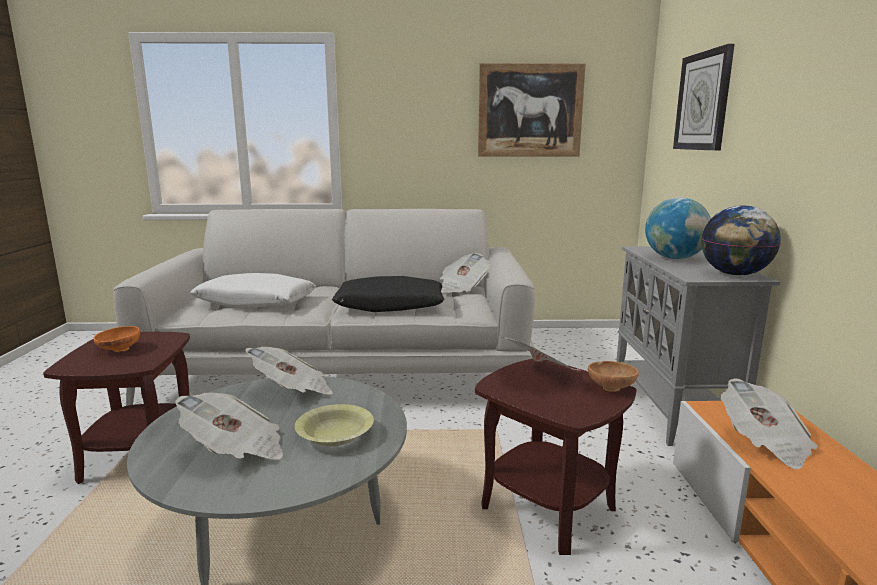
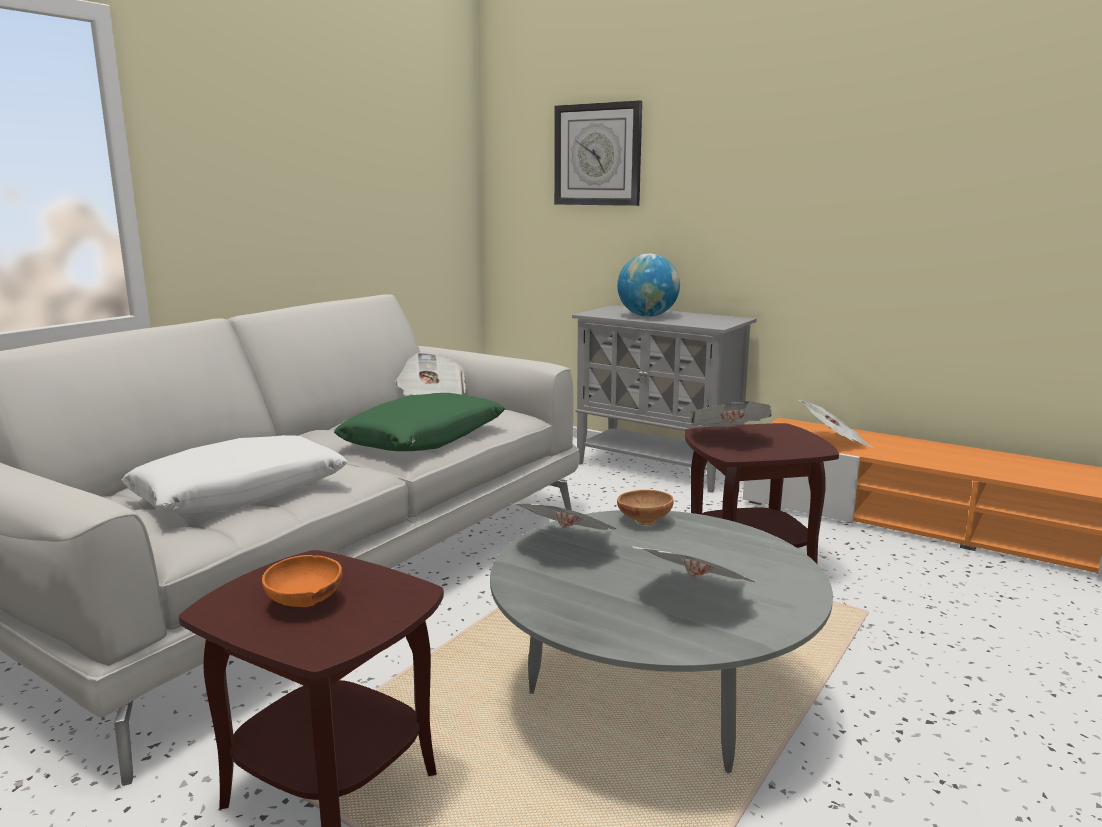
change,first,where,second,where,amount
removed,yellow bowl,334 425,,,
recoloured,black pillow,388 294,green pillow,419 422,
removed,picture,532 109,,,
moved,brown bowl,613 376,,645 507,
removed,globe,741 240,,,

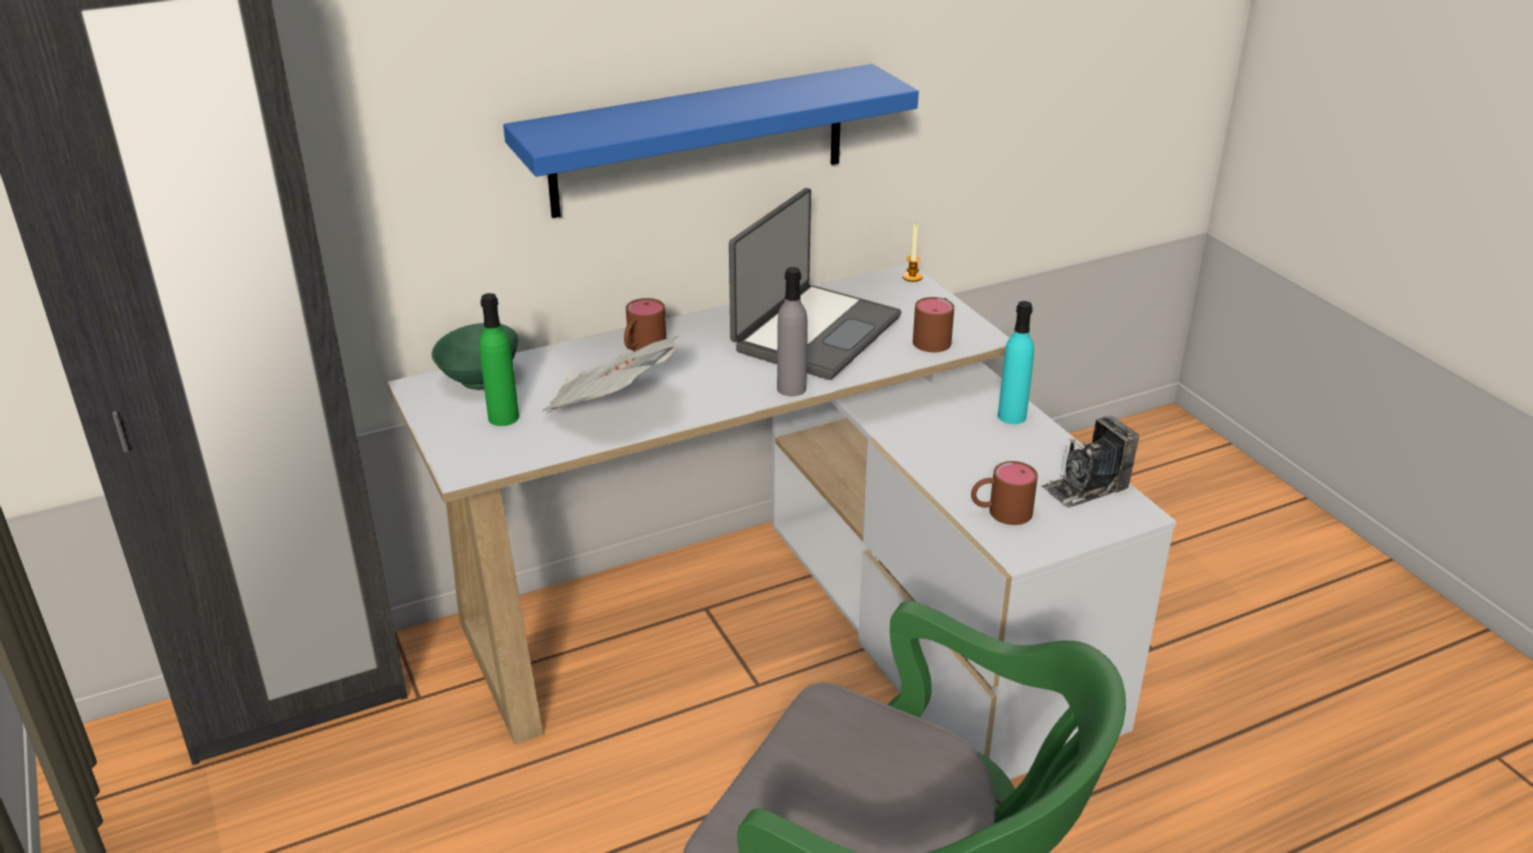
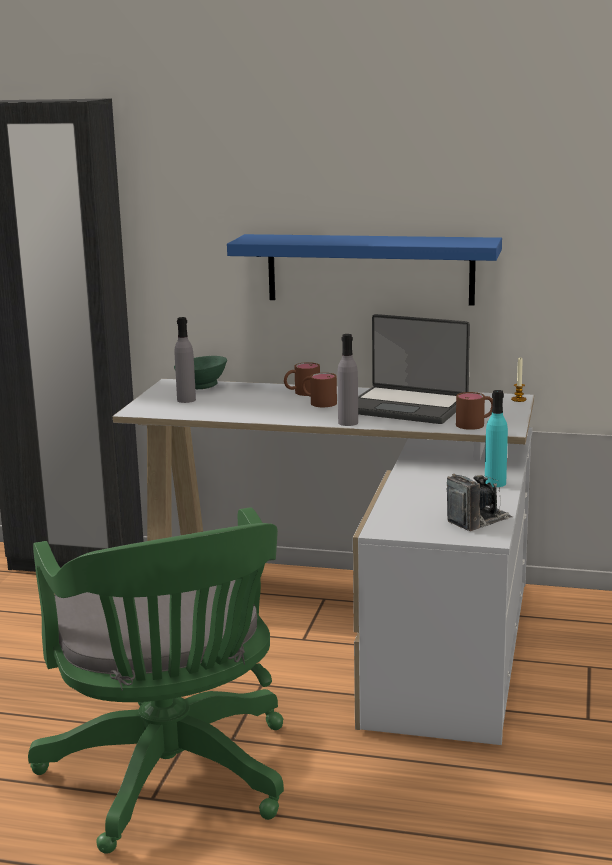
change,first,where,second,where,amount
recoloured,green bottle,499 359,grey bottle,185 360,
removed,newspaper,610 374,,,
turned,laptop,815 284,,414 369,45 degrees clockwise
moved,brown mug,1004 493,,319 390,
turned,photo camera,1090 461,,480 502,135 degrees clockwise

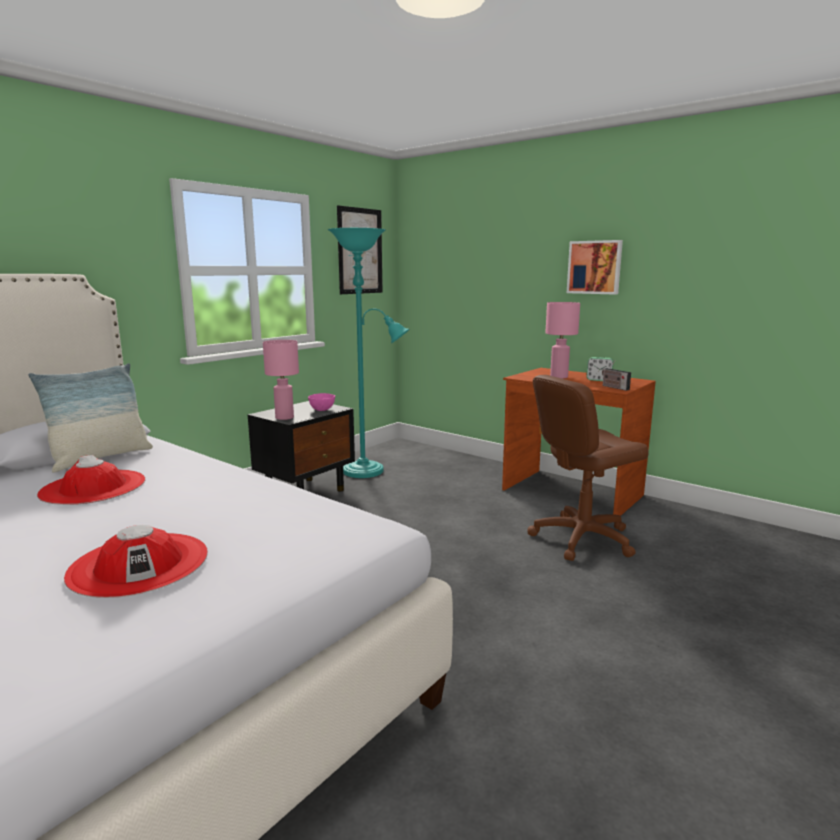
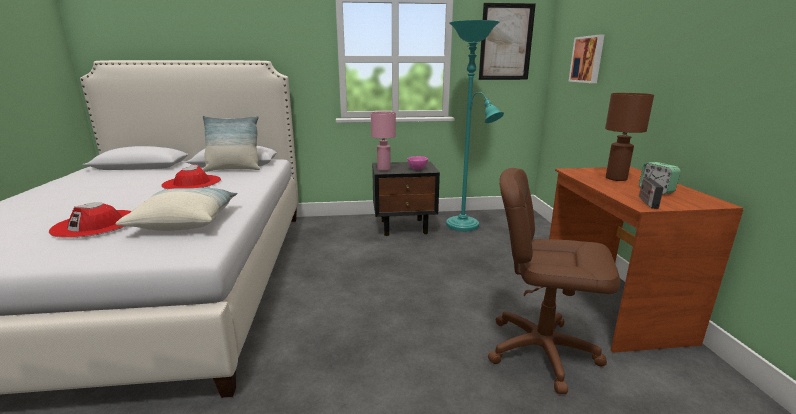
change,first,where,second,where,amount
recoloured,pink table lamp,562 340,brown table lamp,629 137,
moved,picture,595 267,,586 59,
added,,,pillow,176 209,

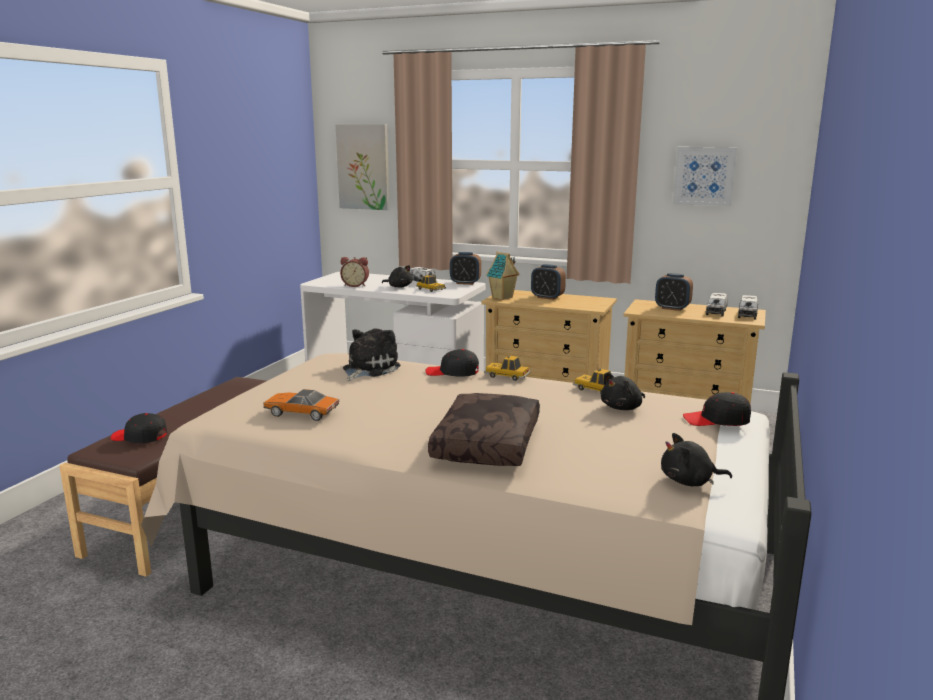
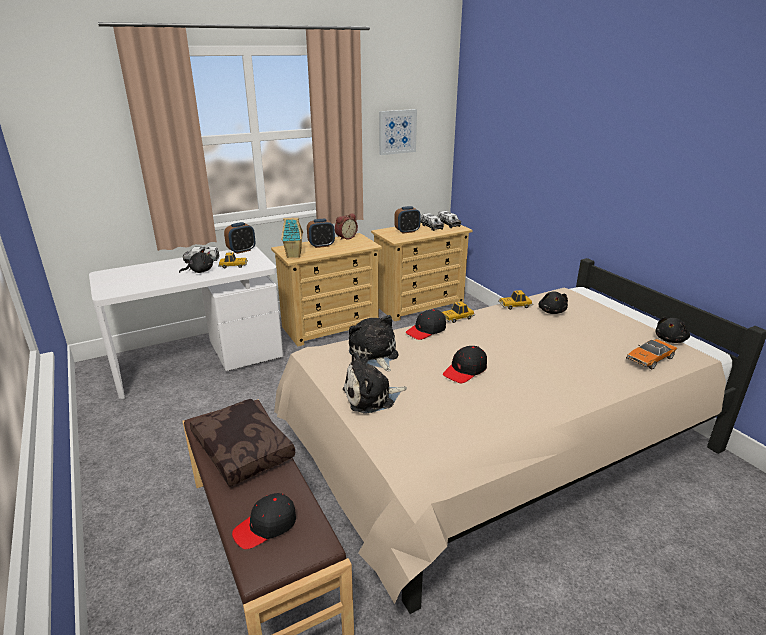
change,first,where,second,where,amount
moved,toy car,301 405,,651 354,
removed,picture,362 167,,,
moved,alarm clock,354 272,,346 226,
moved,brown pillow,484 429,,242 443,
moved,black cap,717 409,,465 364,
added,,,plush toy,375 383,

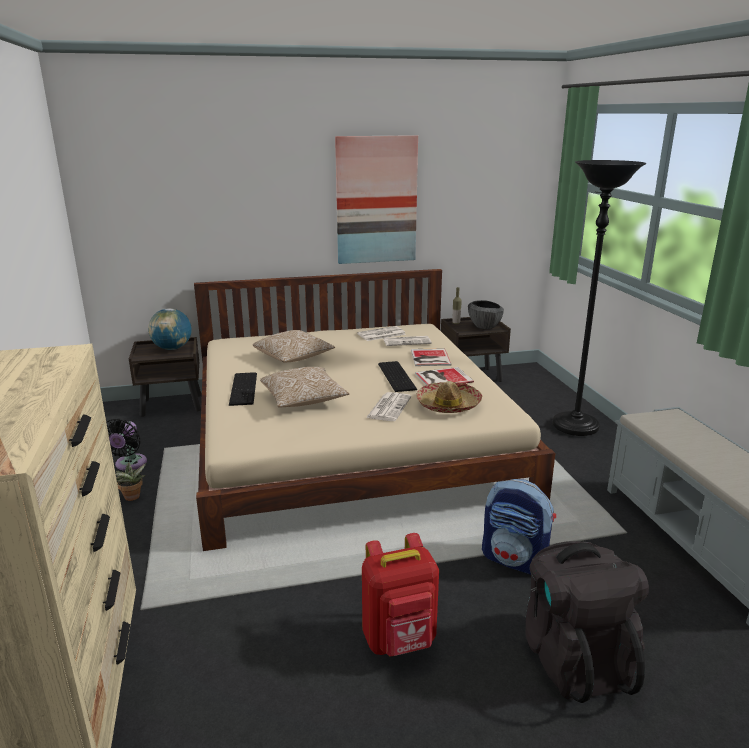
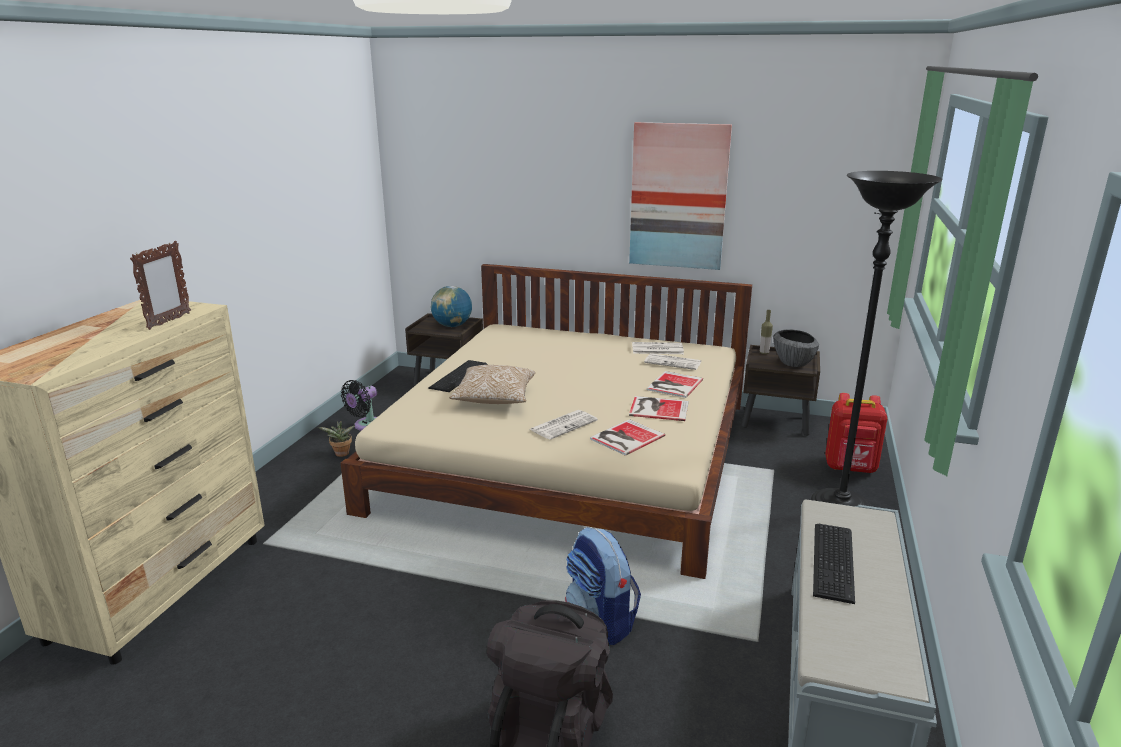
change,first,where,second,where,amount
removed,pillow,294 346,,,
moved,red backpack,400 595,,856 433,
moved,keyboard,398 376,,834 564,
replaced,hat,449 397,book,627 437,
added,,,picture frame,160 285,

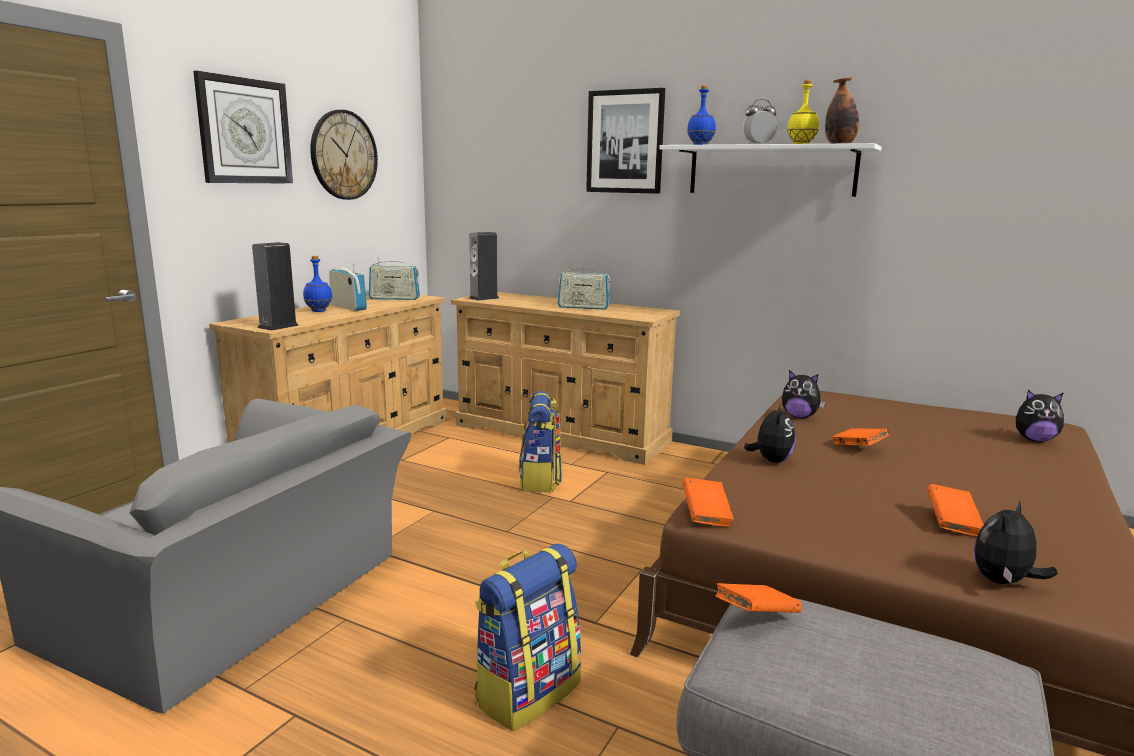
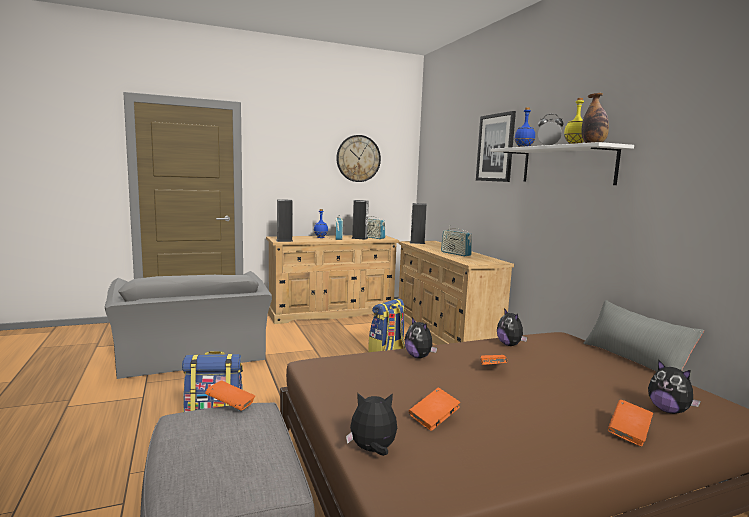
change,first,where,second,where,amount
removed,wall clock,243 127,,,
moved,orange book,708 502,,630 423,
turned,plush toy,770 433,,420 338,90 degrees clockwise
added,,,speaker,360 220,
added,,,grey pillow,643 336,

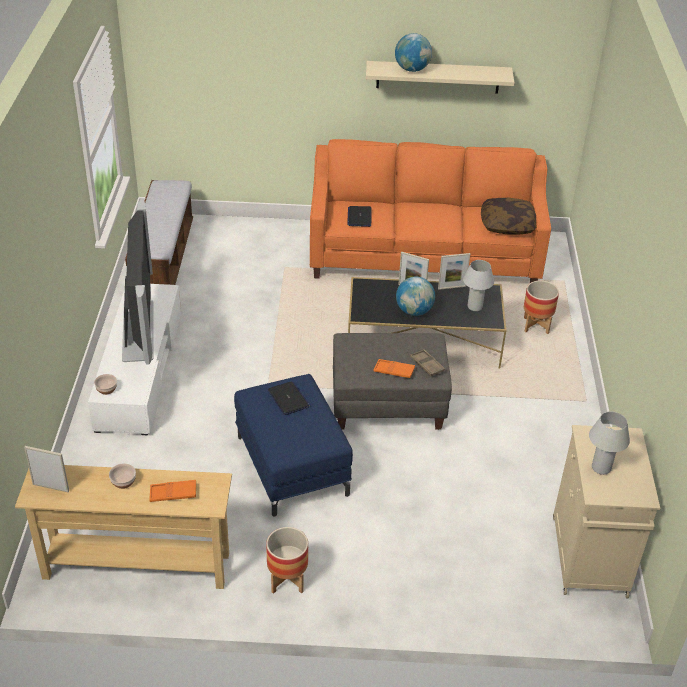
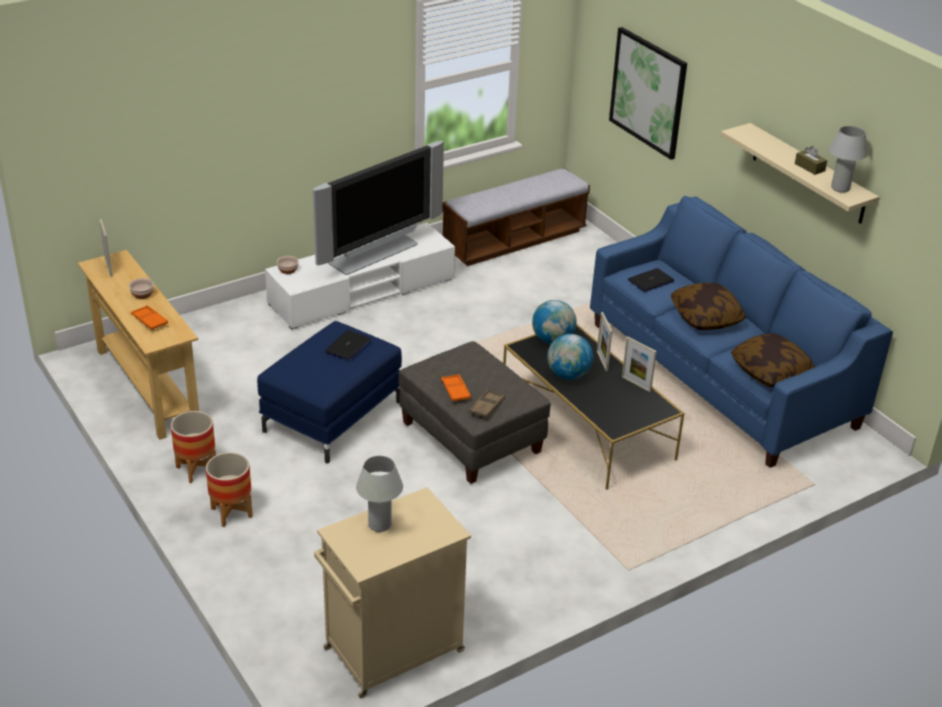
change,first,where,second,where,amount
recoloured,orange sofa,430 211,blue sofa,741 332,
moved,globe,413 52,,554 322,
moved,white table lamp,478 285,,848 159,
moved,planter,541 307,,229 489,
added,,,picture,648 93,
added,,,pillow,708 306,
added,,,brown tissue box,811 160,

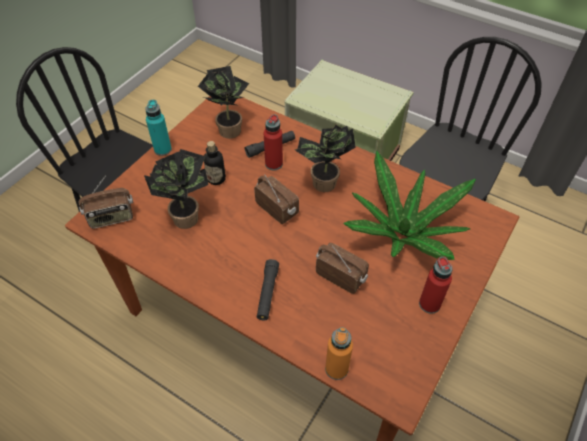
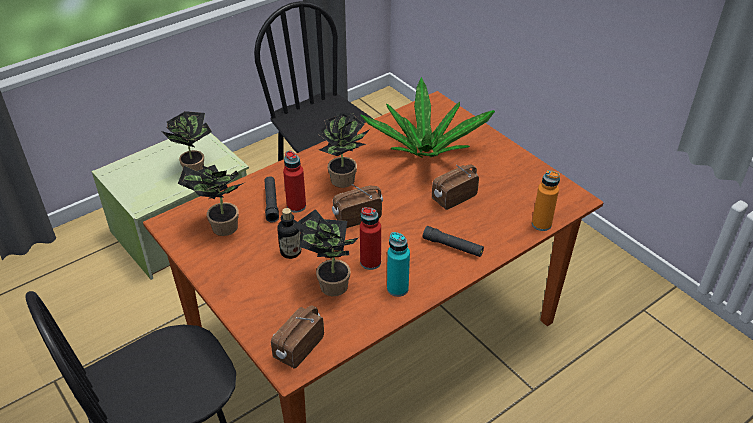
change,first,where,second,where,amount
turned,radio,106 202,,297 337,150 degrees counterclockwise
moved,turquoise bottle,158 128,,398 264,
moved,red bottle,436 285,,370 238,
added,,,potted plant,186 141,

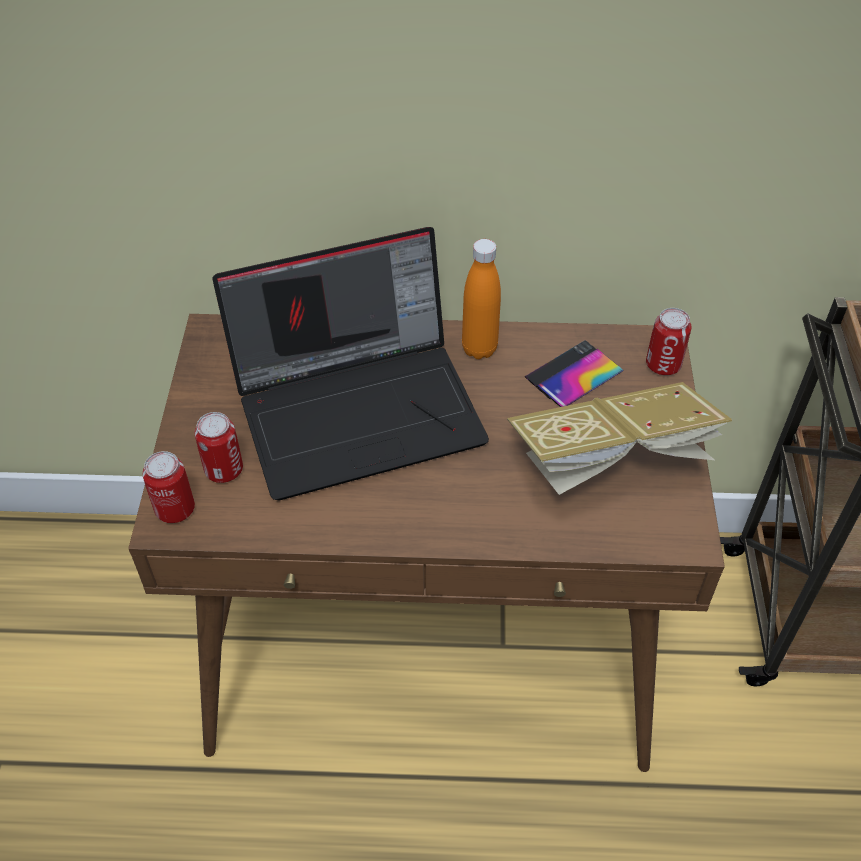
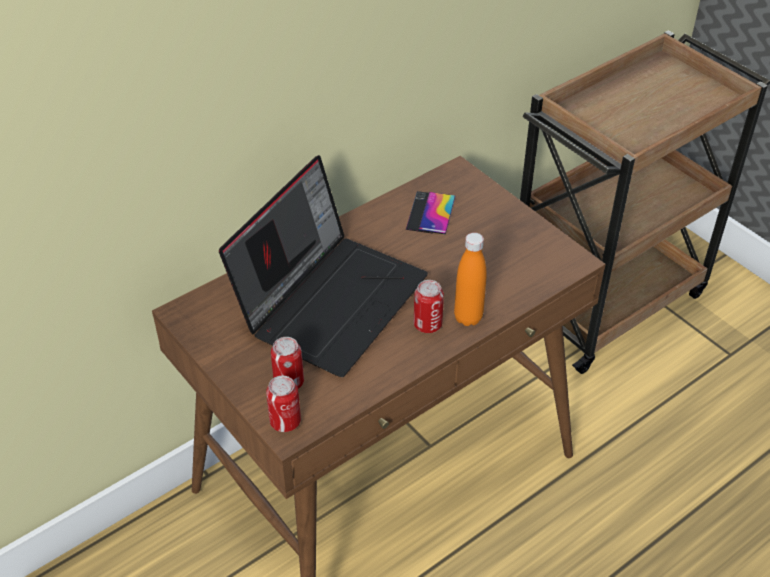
change,first,where,second,where,amount
moved,orange bottle,481 299,,470 279,
removed,book,619 438,,,
moved,can,669 341,,429 306,

